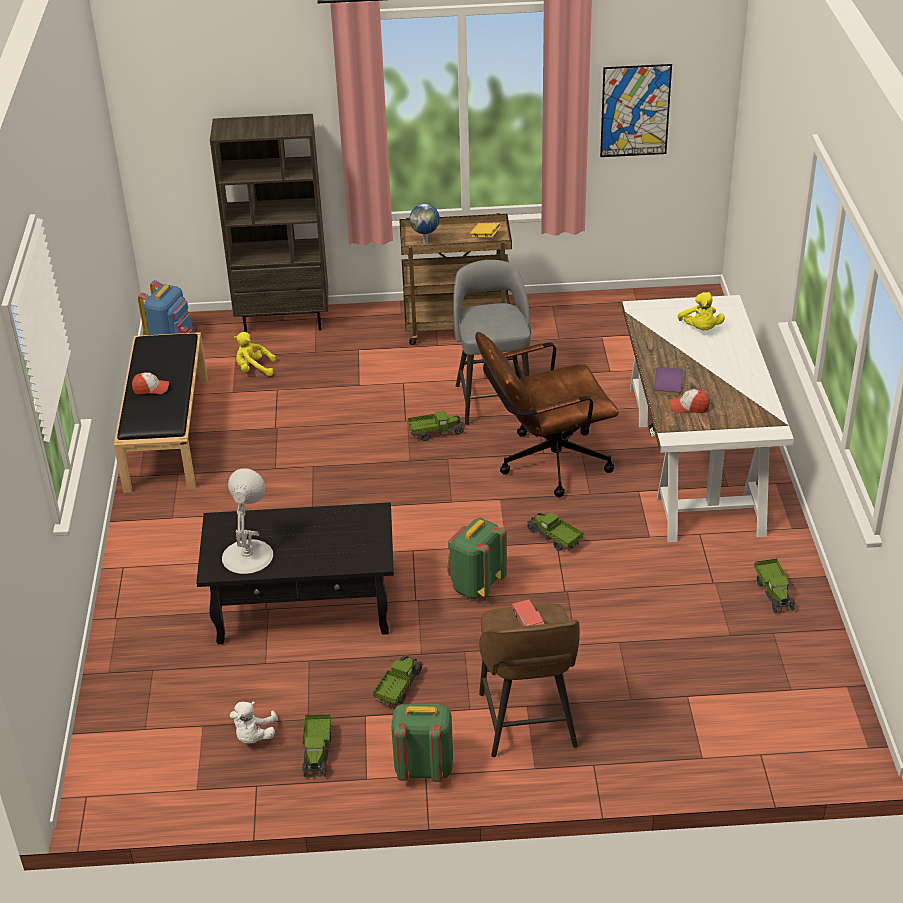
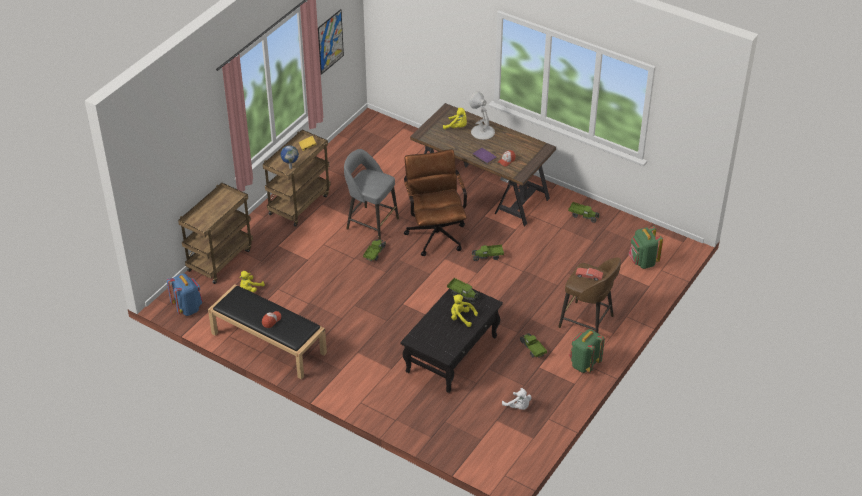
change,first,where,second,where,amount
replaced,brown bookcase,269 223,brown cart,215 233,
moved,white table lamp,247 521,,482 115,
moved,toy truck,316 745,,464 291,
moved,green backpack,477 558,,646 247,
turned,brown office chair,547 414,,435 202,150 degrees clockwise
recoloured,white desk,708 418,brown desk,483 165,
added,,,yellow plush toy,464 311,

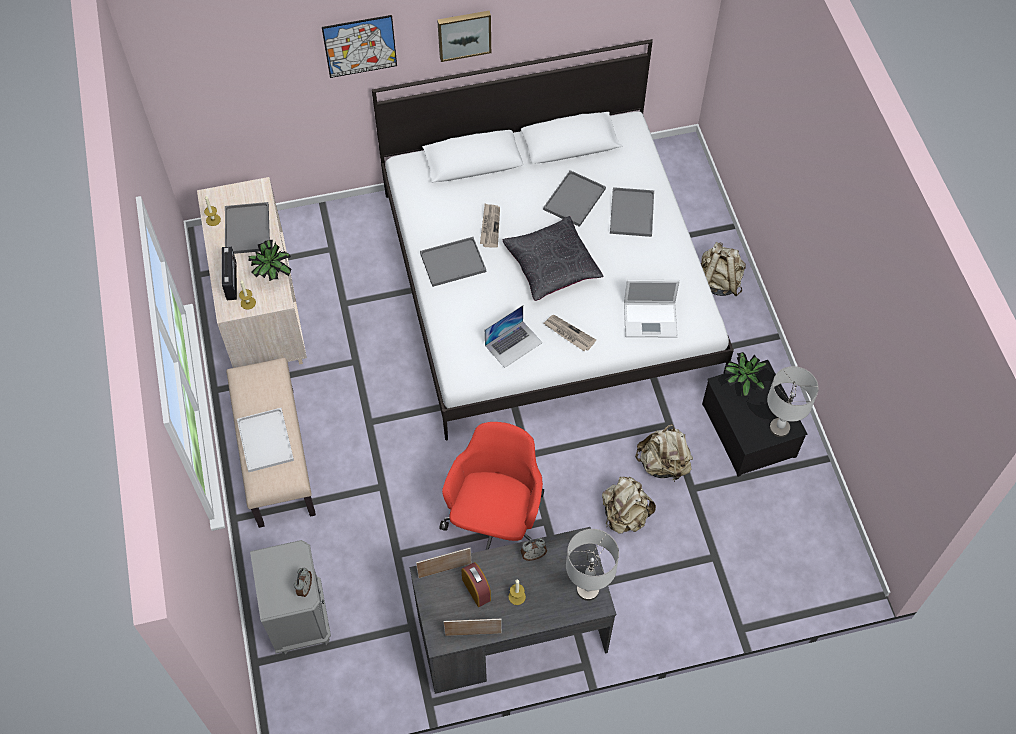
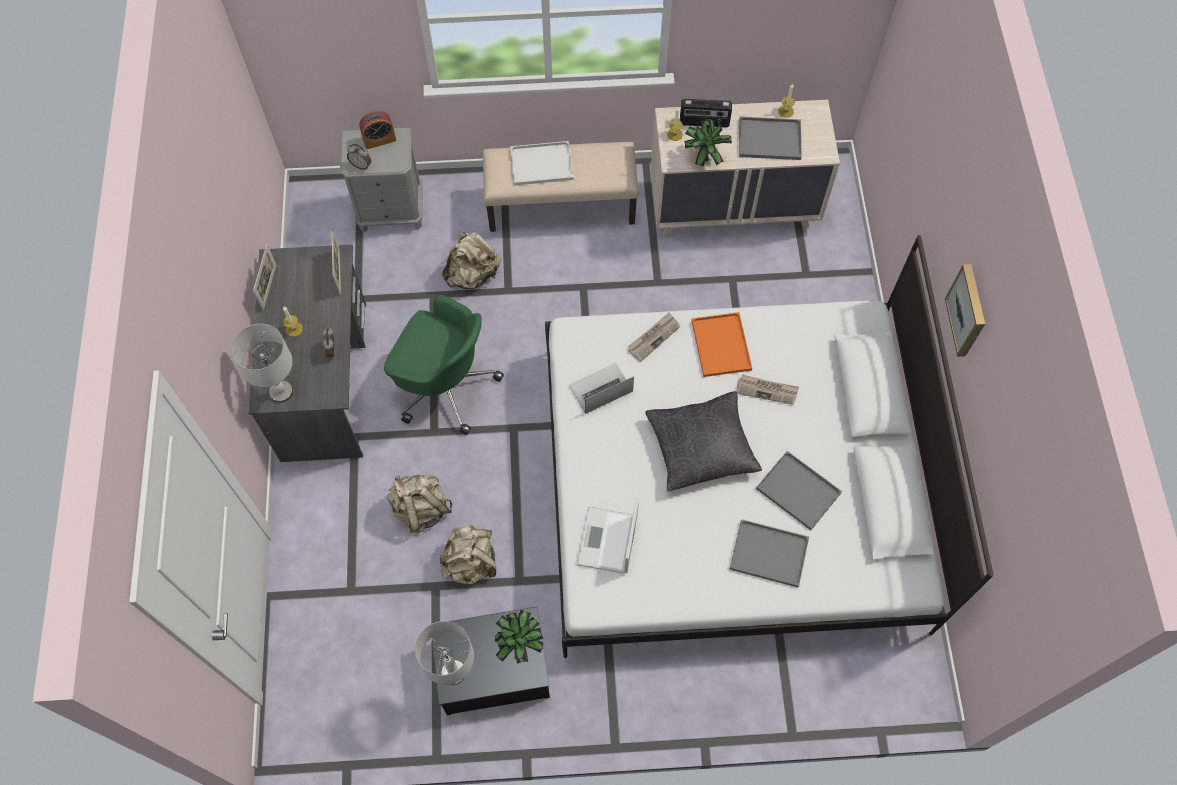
change,first,where,second,where,amount
removed,picture,359 46,,,
recoloured,grey tray,453 262,orange tray,721 344,
recoloured,red office chair,491 486,green office chair,444 364,
moved,alarm clock,476 584,,377 130,
turned,laptop,513 336,,601 388,90 degrees clockwise
moved,newspaper,570 333,,654 337,
moved,beige backpack,723 269,,471 260,

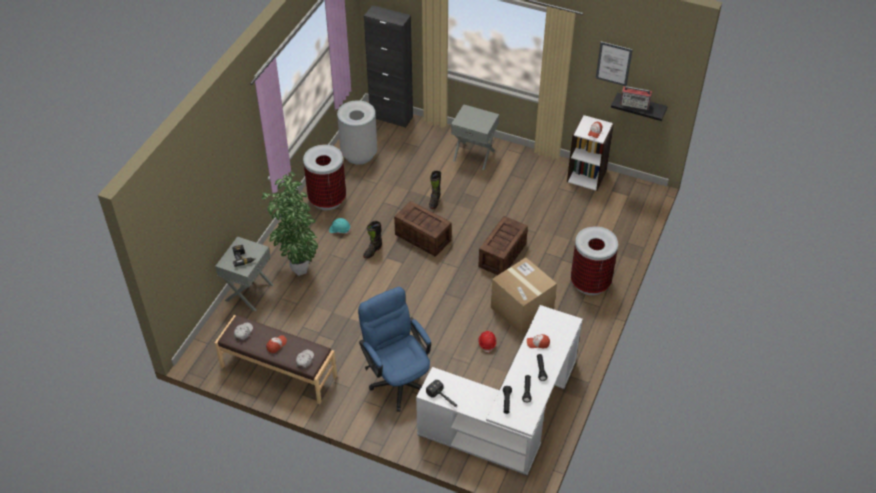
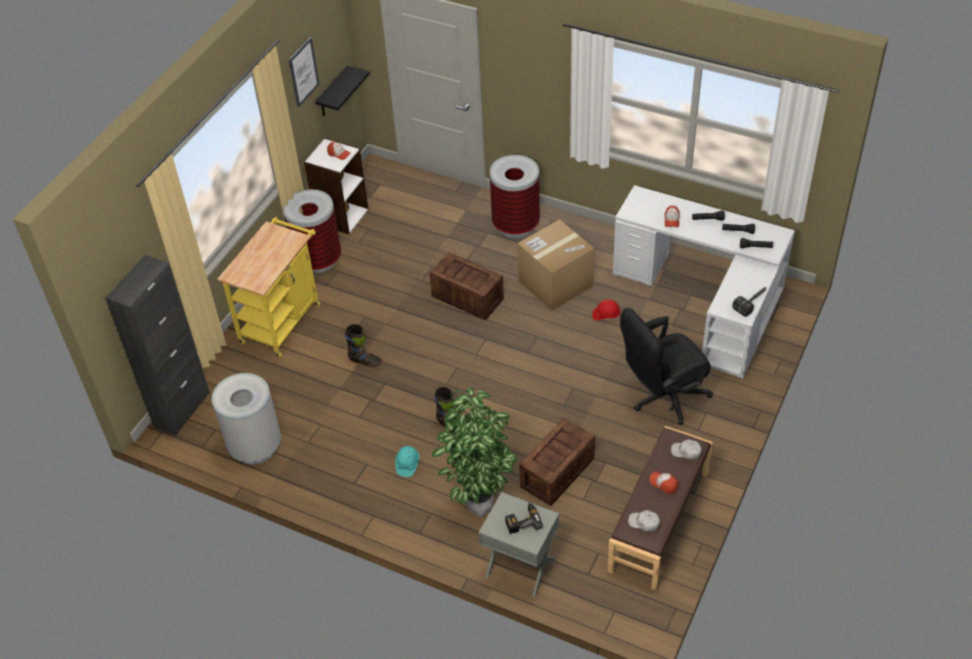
change,first,where,second,where,amount
moved,trash can,324 177,,312 231,
recoloured,blue office chair,394 349,black office chair,666 366,
moved,crate,423 229,,557 462,
replaced,grey nightstand,475 137,yellow cart,269 287,
removed,radio,636 98,,,

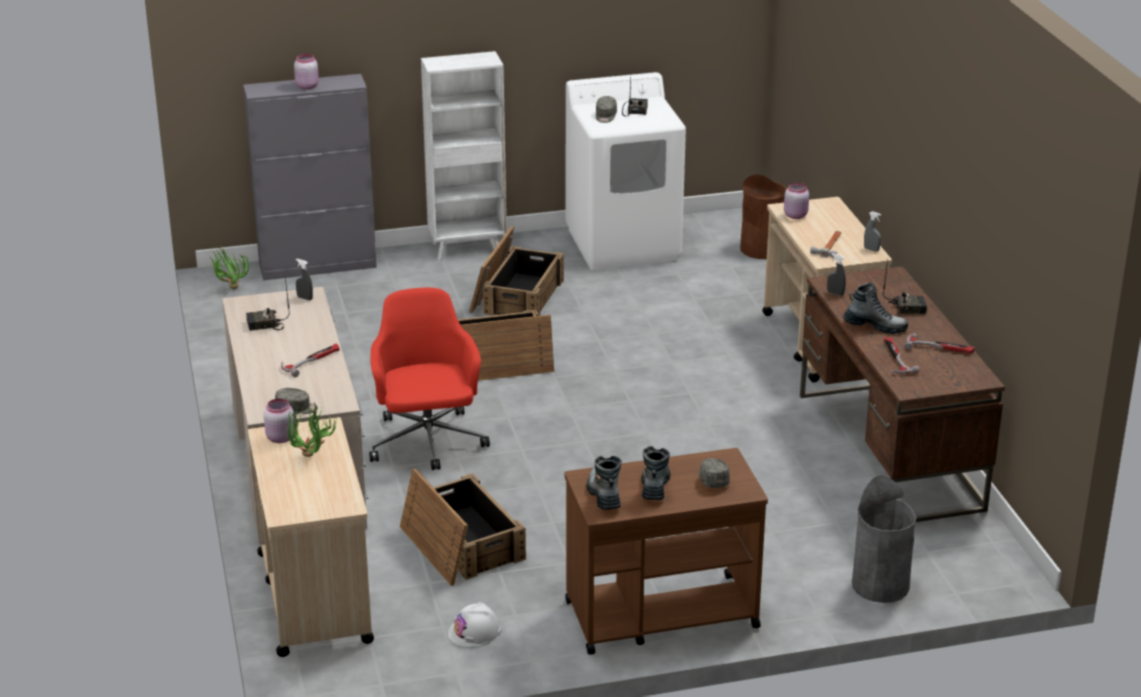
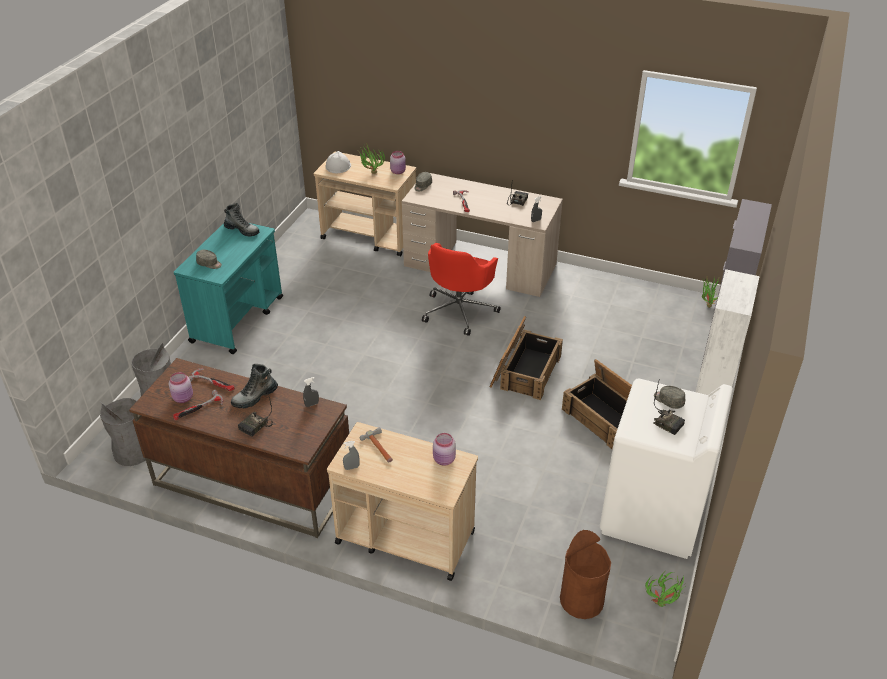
change,first,where,second,where,amount
moved,pink jar,306 71,,181 387,
turned,red office chair,429 379,,461 289,90 degrees clockwise
removed,crate,463 527,,,
moved,white hard hat,475 625,,338 162,
recoloured,brown cart,666 551,turquoise cart,228 288,
removed,boot,655 473,,,
added,,,grey trash can,123 432,
added,,,potted plant,665 589,

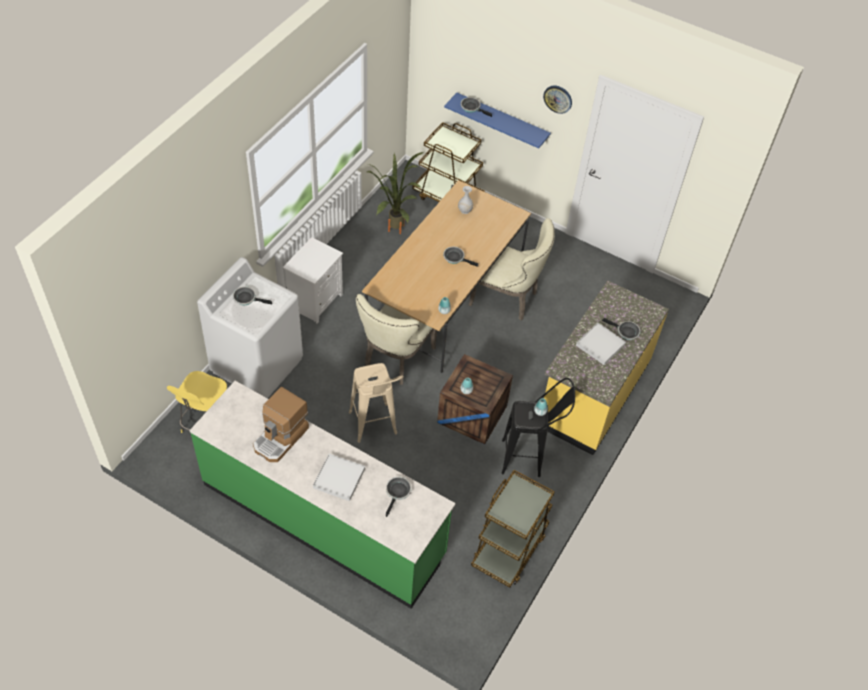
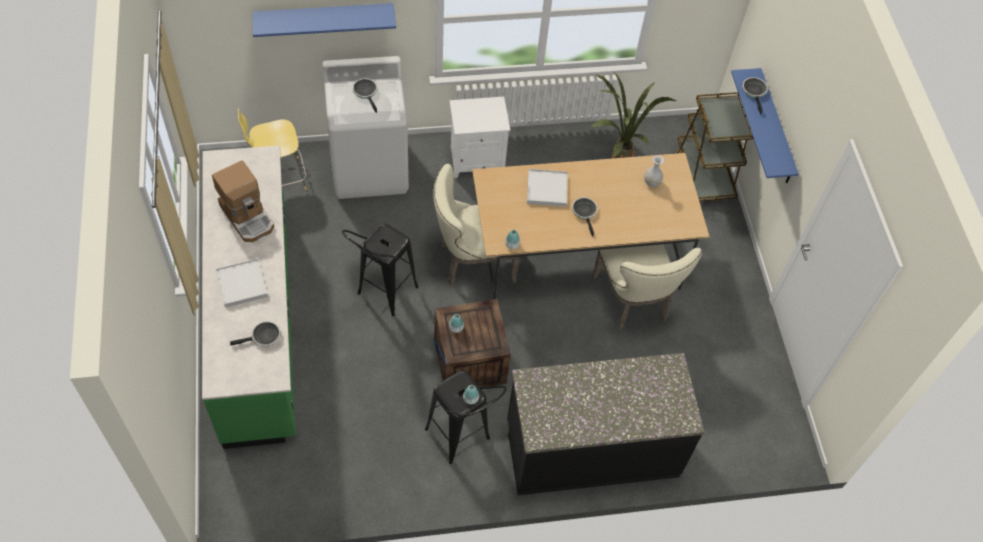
change,first,where,second,where,amount
turned,coffee machine,281 424,,243 201,120 degrees counterclockwise
recoloured,beige stool,376 403,black stool,380 269,
removed,brown cart,513 529,,,
removed,wall clock,557 100,,,
recoloured,yellow counter,606 367,black counter,605 424,
moved,white tray,601 344,,547 188,
removed,frying pan,621 329,,,
added,,,blue shelf,324 20,

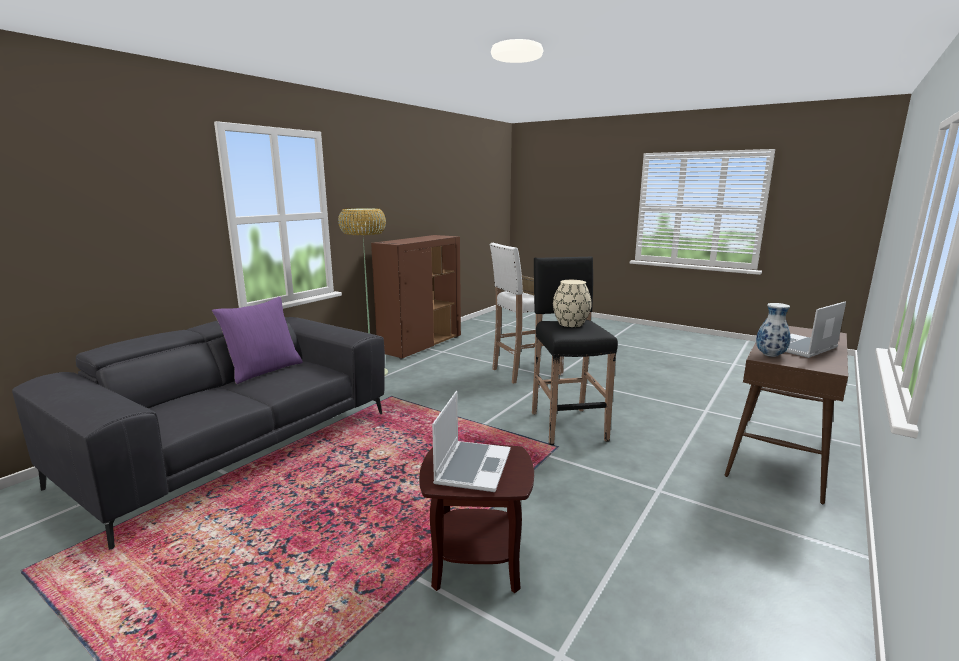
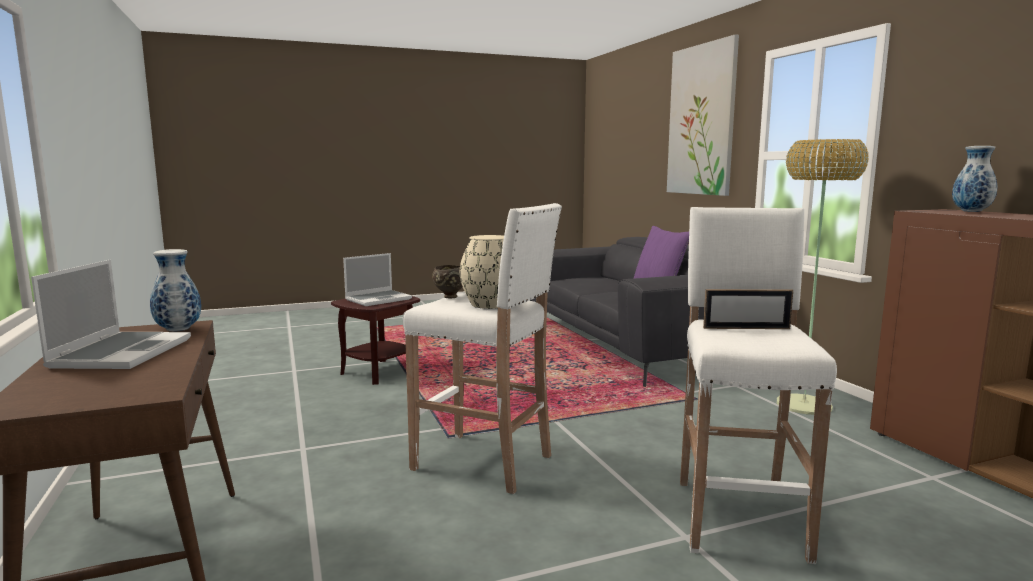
change,first,where,second,where,amount
turned,laptop,471 441,,377 279,90 degrees counterclockwise
recoloured,black stool,575 350,white stool,482 348,
added,,,brown bowl,447 282,
added,,,picture,703 115,
added,,,vase,974 179,

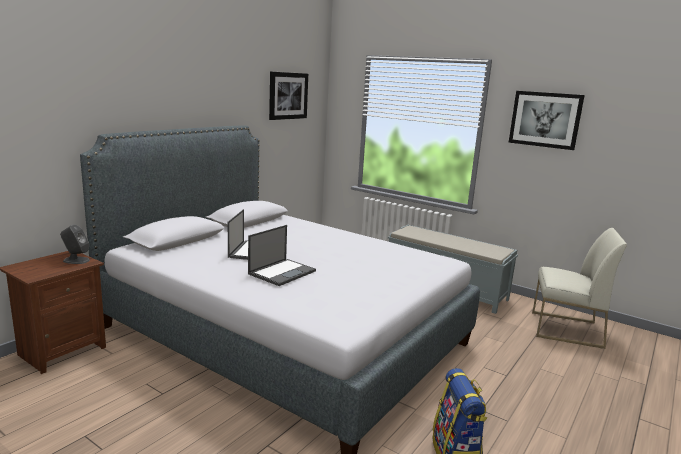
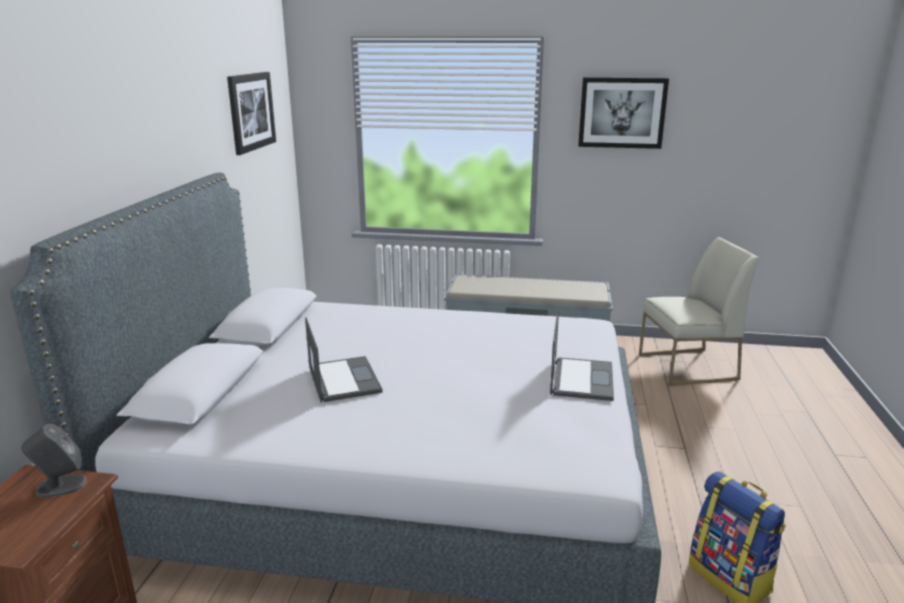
change,first,where,second,where,amount
moved,laptop,282 255,,582 356,

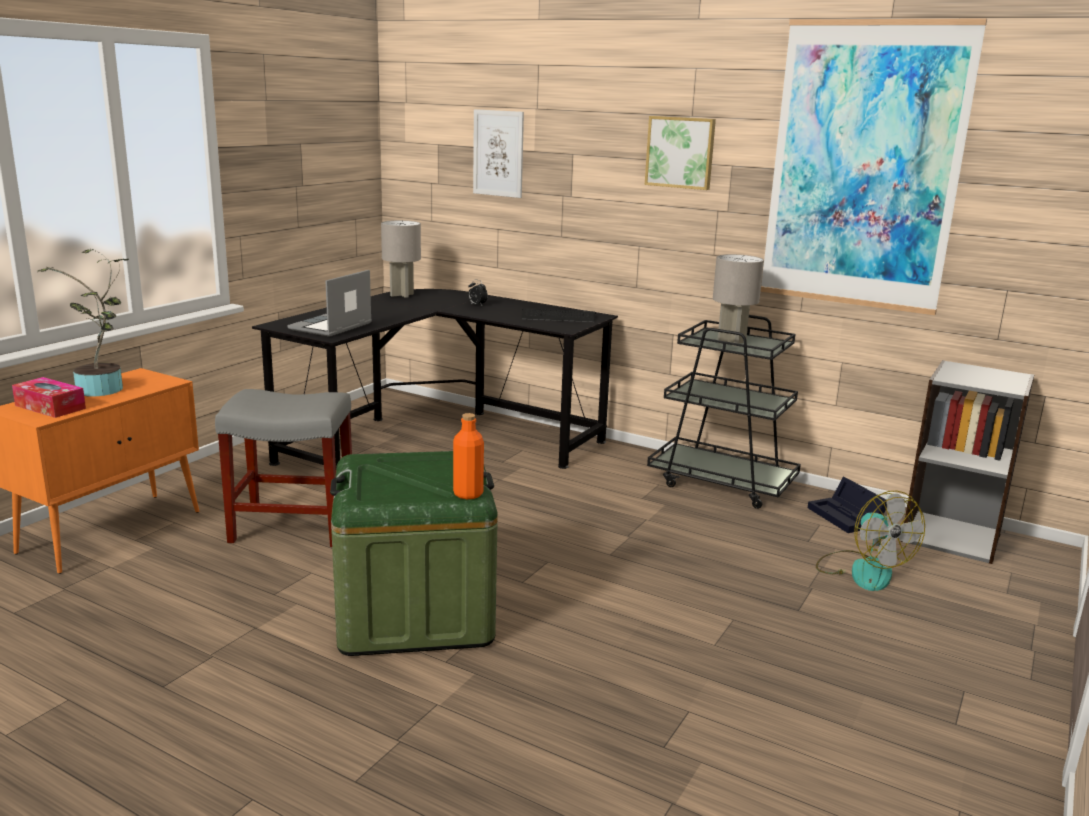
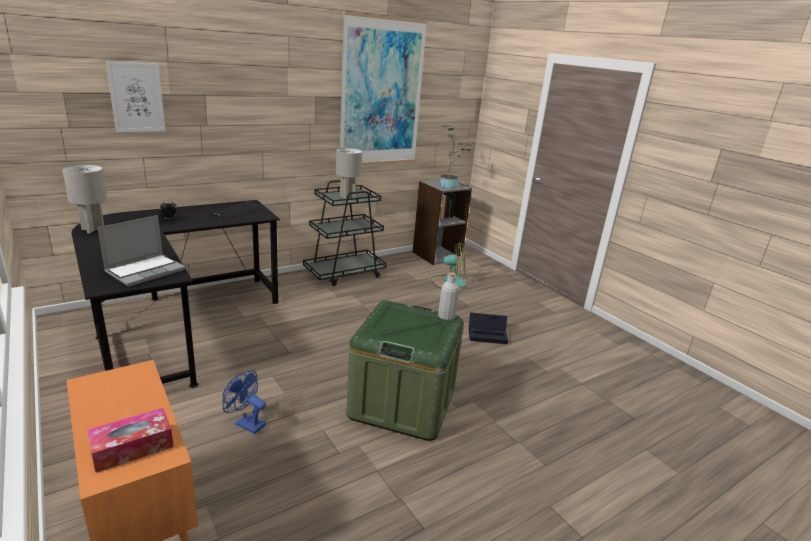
change,first,where,second,where,amount
moved,potted plant,83 322,,455 157,
replaced,grey stool,283 468,blue fan,244 402,
turned,laptop,330 303,,142 251,105 degrees counterclockwise
recoloured,orange bottle,468 456,grey bottle,448 296,
removed,picture,680 153,,,
moved,black storage box,847 505,,488 328,

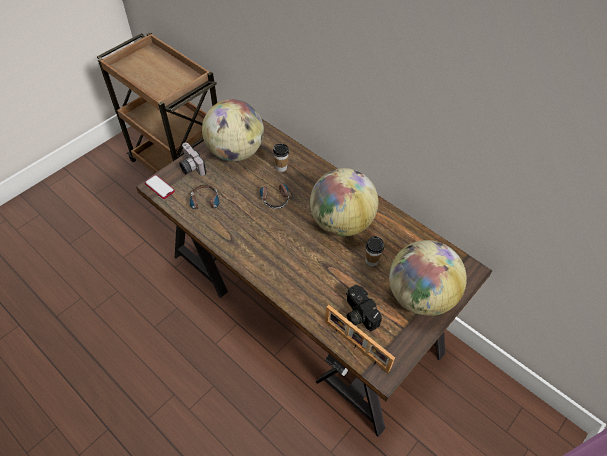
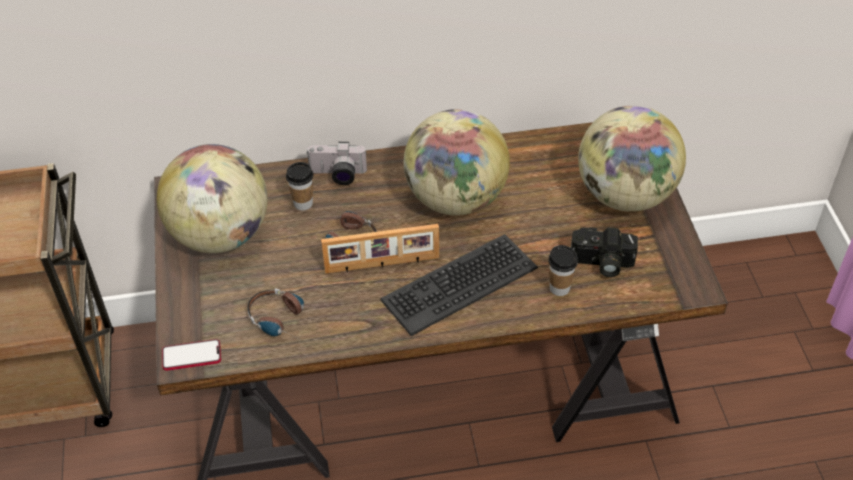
change,first,where,second,where,amount
moved,photo camera,193 159,,337 163,
moved,picture frame,360 339,,380 249,
moved,cup,375 251,,563 270,
added,,,keyboard,459 285,

